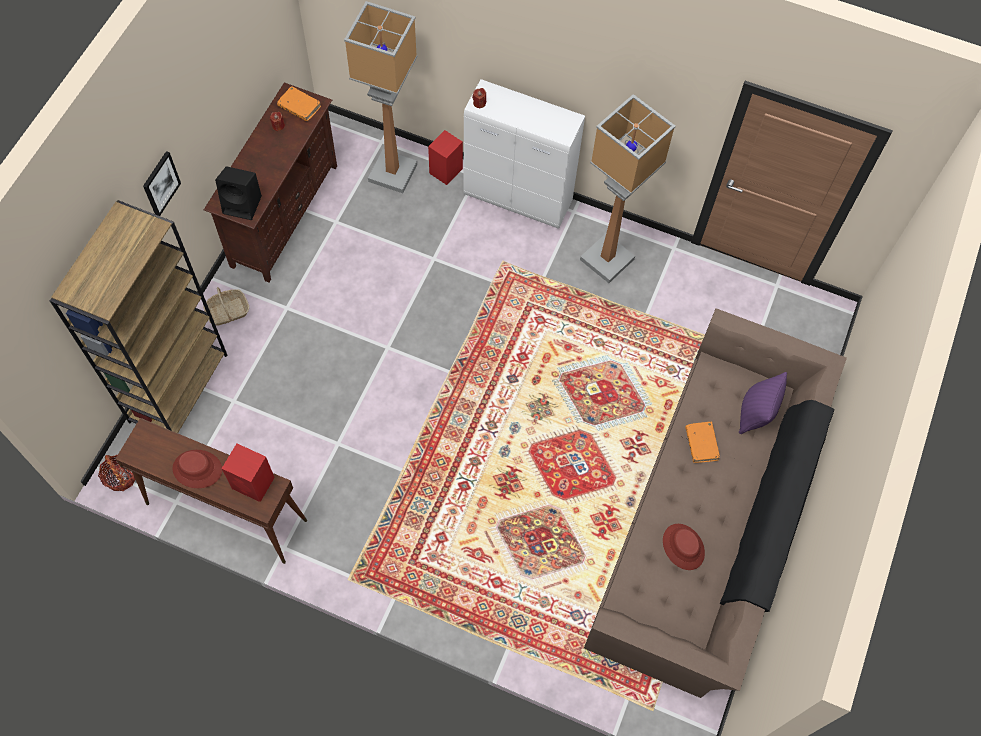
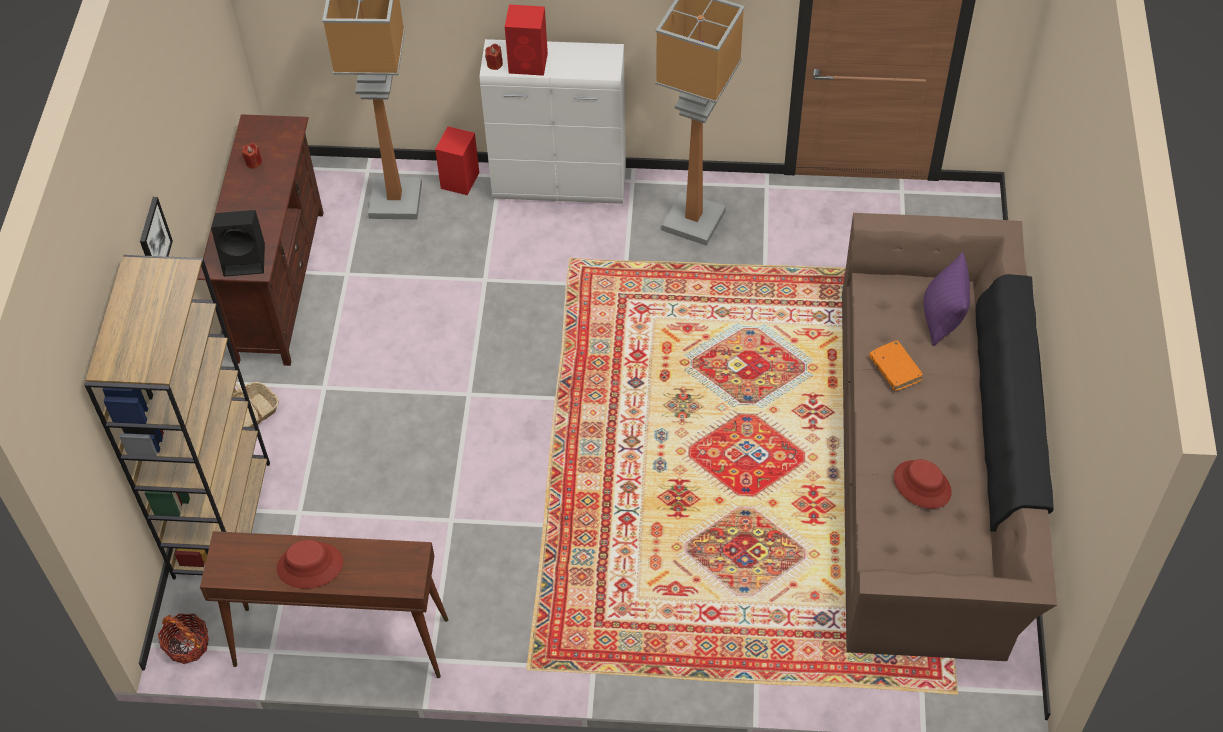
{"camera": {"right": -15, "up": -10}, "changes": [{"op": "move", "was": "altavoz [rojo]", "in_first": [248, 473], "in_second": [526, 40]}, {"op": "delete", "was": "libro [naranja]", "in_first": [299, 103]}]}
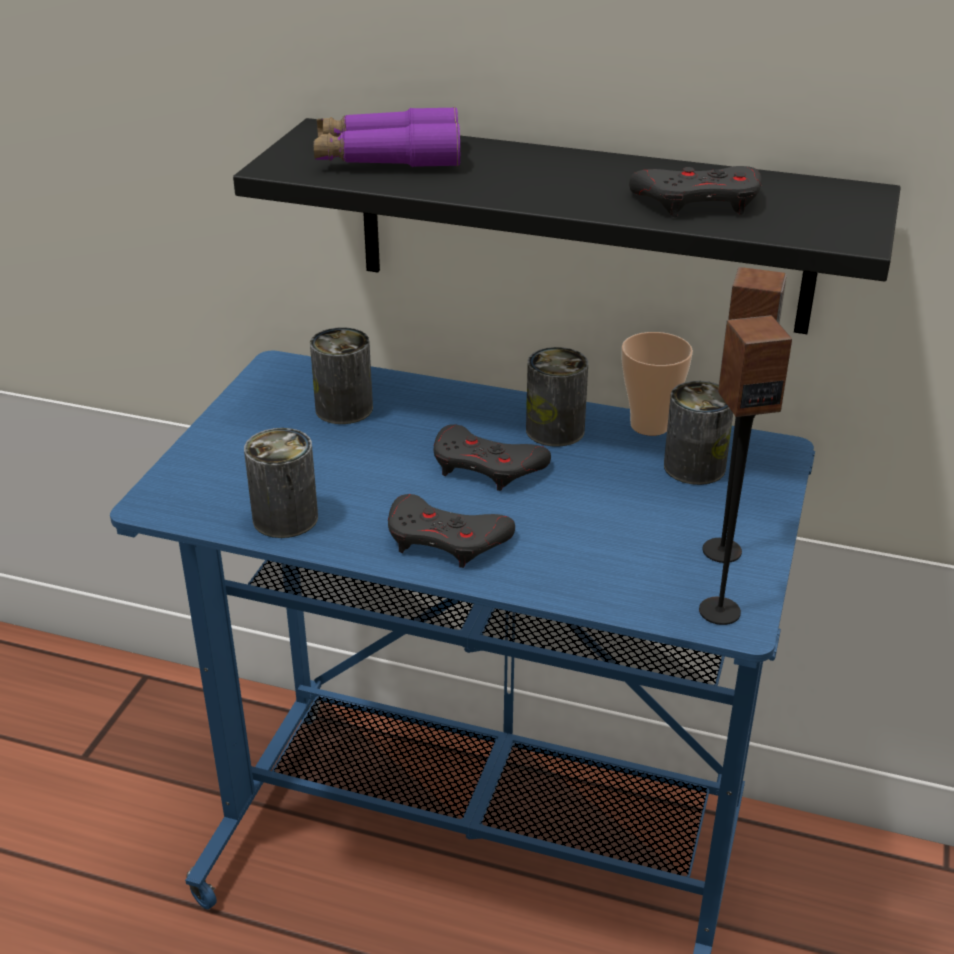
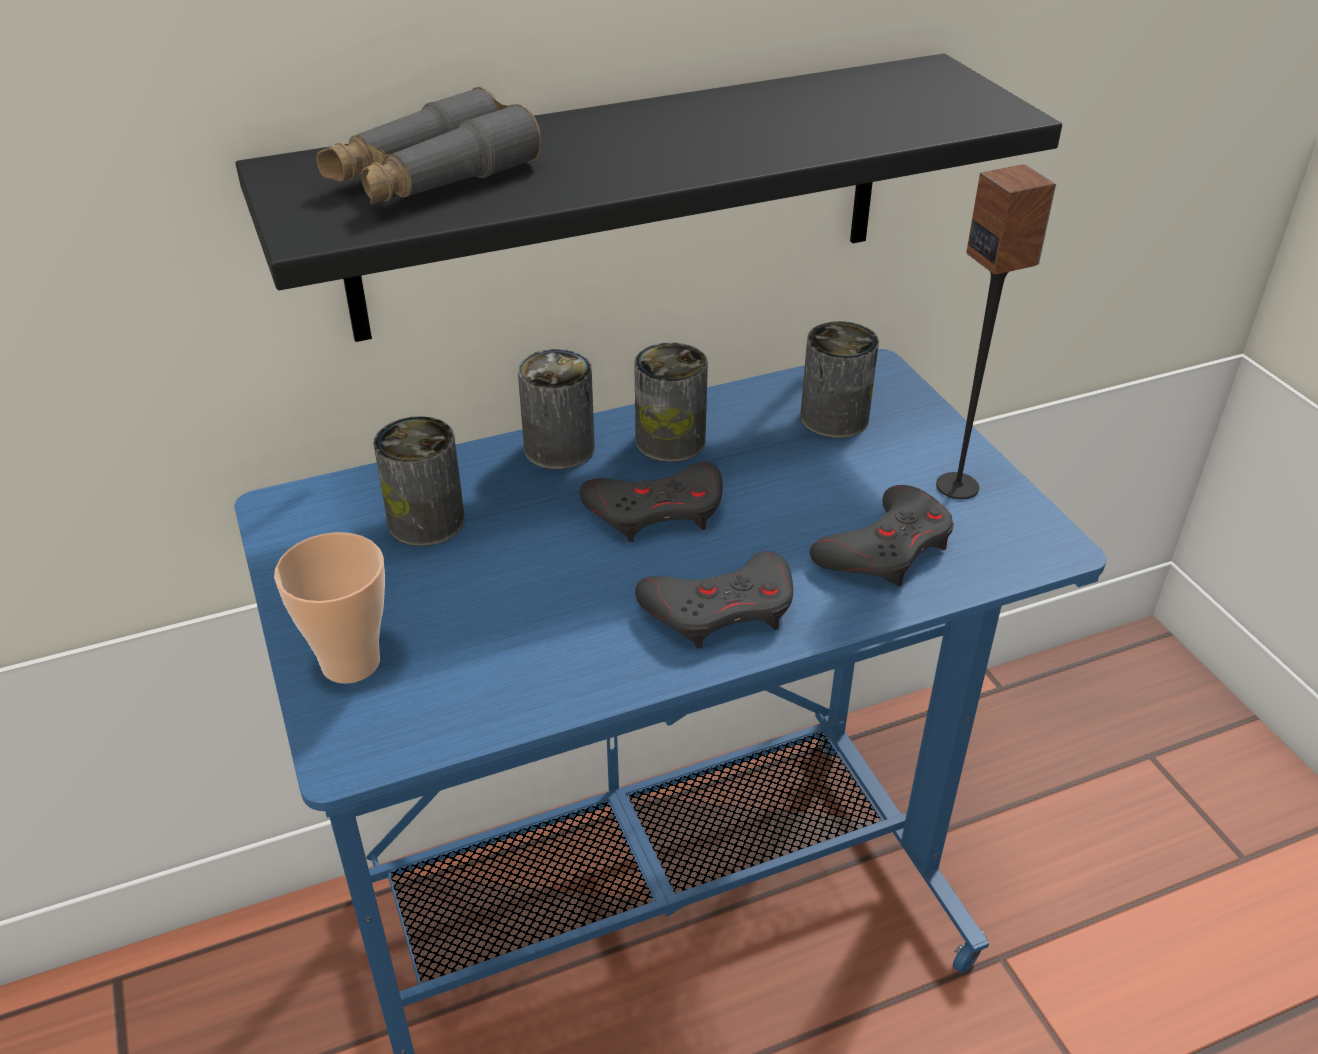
{"camera": {"right": -40, "up": 5}, "changes": [{"op": "move", "was": "lata", "in_first": [281, 483], "in_second": [556, 409]}, {"op": "recolor", "was": "prismáticos [morado]", "now": "prismáticos [gris]", "in_first": [386, 137], "in_second": [429, 146]}, {"op": "move", "was": "taza", "in_first": [657, 384], "in_second": [329, 608]}, {"op": "move", "was": "mando de consola [gris]", "in_first": [695, 191], "in_second": [882, 536]}, {"op": "delete", "was": "altavoz", "in_first": [745, 470]}]}
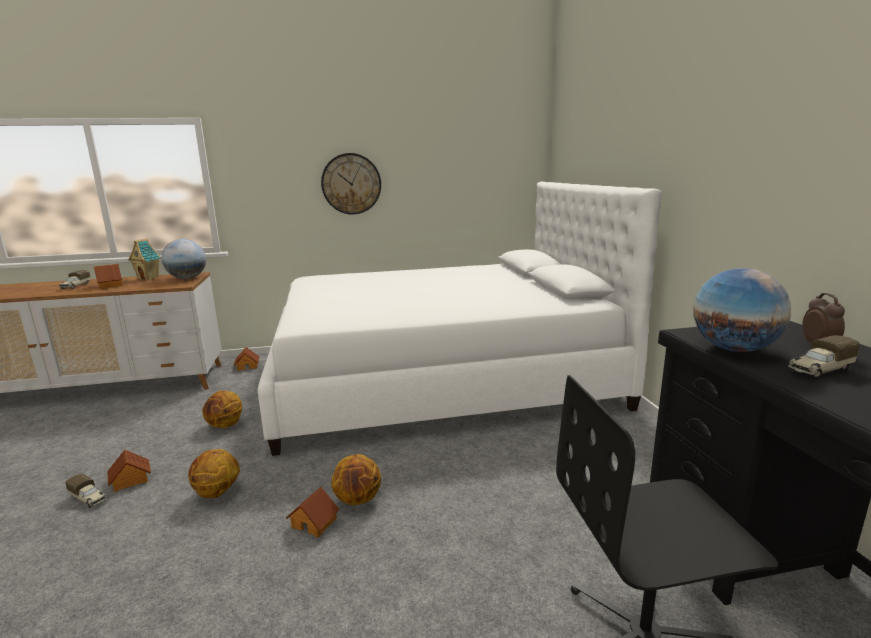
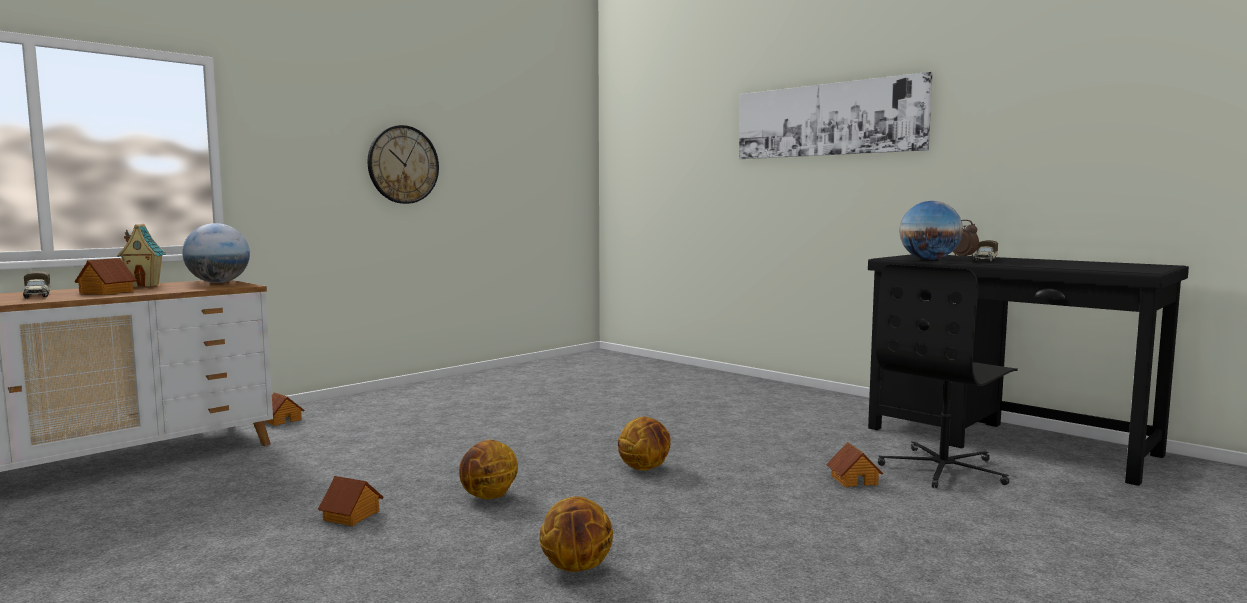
{"camera": {"right": -35, "up": -10}, "changes": [{"op": "delete", "was": "camión de juguete", "in_first": [86, 491]}, {"op": "move", "was": "balón de baloncesto", "in_first": [222, 409], "in_second": [576, 534]}, {"op": "delete", "was": "cama [blanco]", "in_first": [460, 319]}, {"op": "move", "was": "casita", "in_first": [313, 512], "in_second": [854, 464]}, {"op": "insert", "now": "cuadro", "in_second": [836, 115]}]}
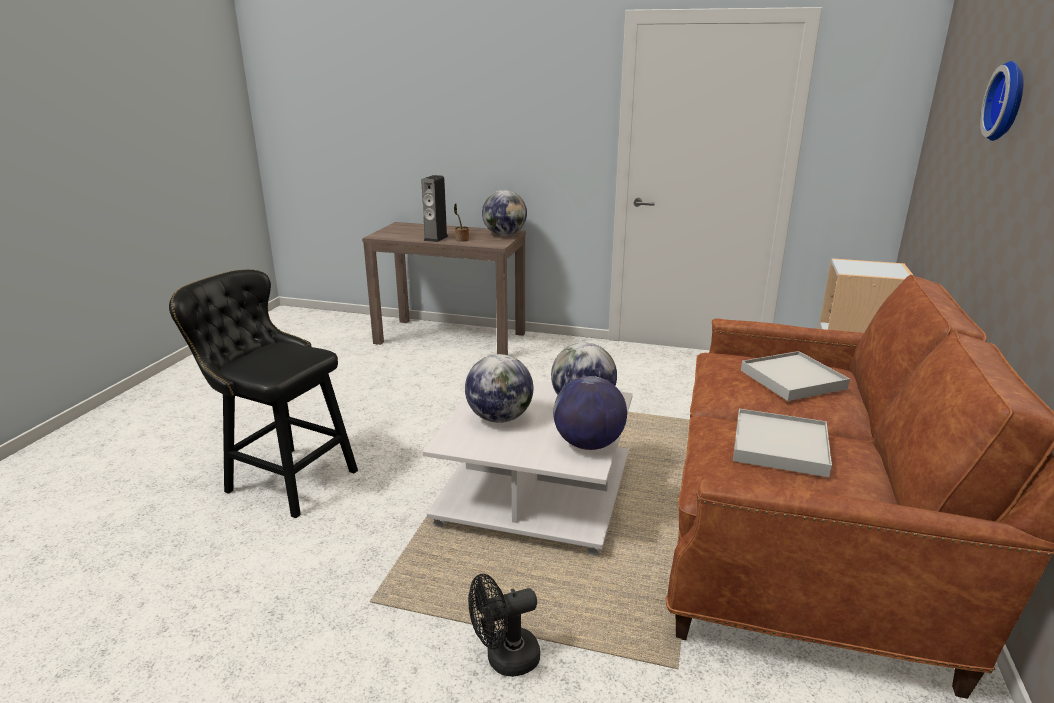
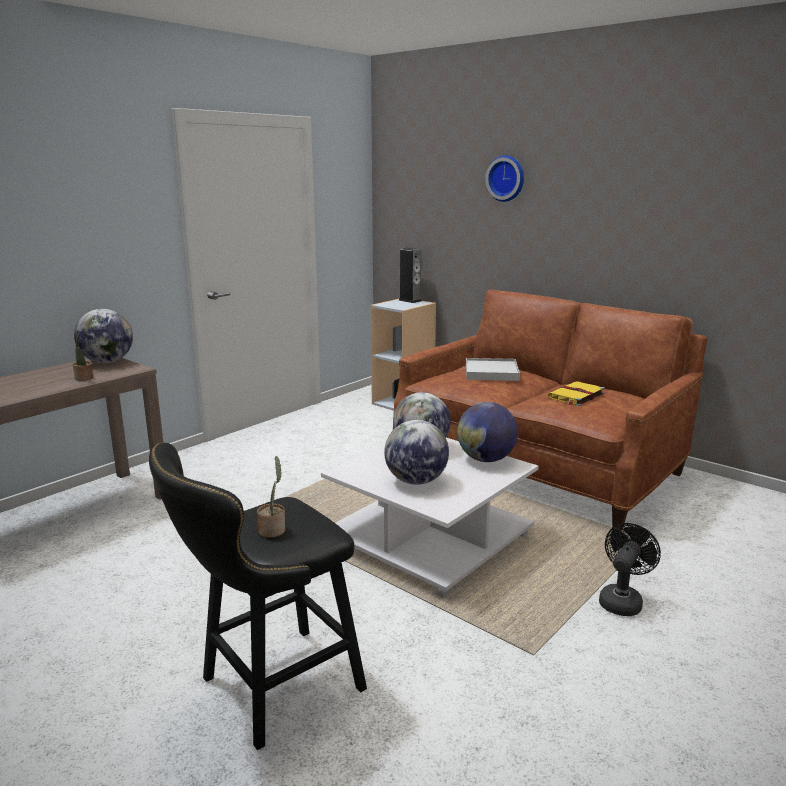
{"camera": {"right": -65, "up": -5}, "changes": [{"op": "move", "was": "altavoz", "in_first": [435, 208], "in_second": [410, 275]}, {"op": "rotate", "was": "ventilador [negro]", "in_first": [504, 625], "in_second": [630, 569], "clockwise": -150}, {"op": "replace", "was": "bandeja [blanco]", "now": "libro [amarillo]", "in_first": [782, 443], "in_second": [576, 393]}, {"op": "insert", "now": "planta en maceta", "in_second": [271, 497]}]}
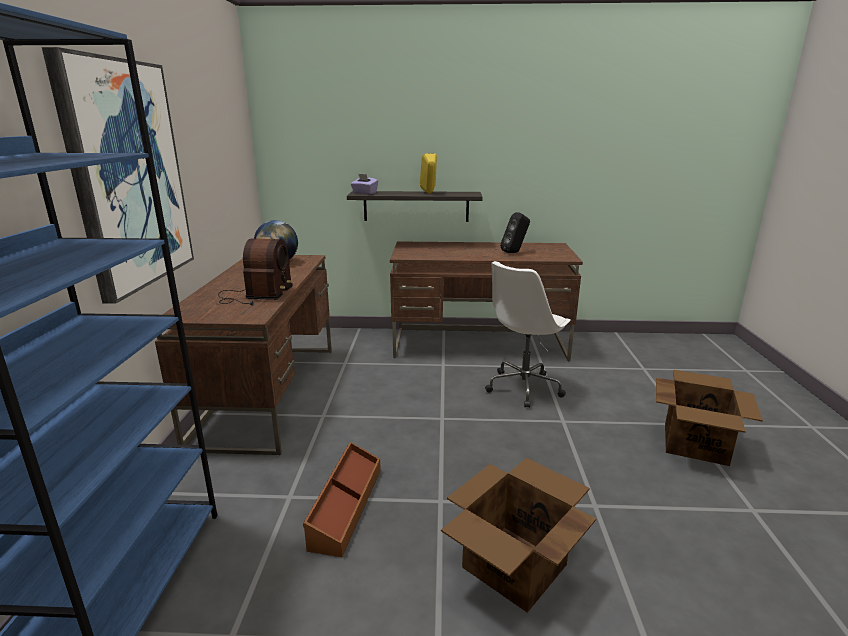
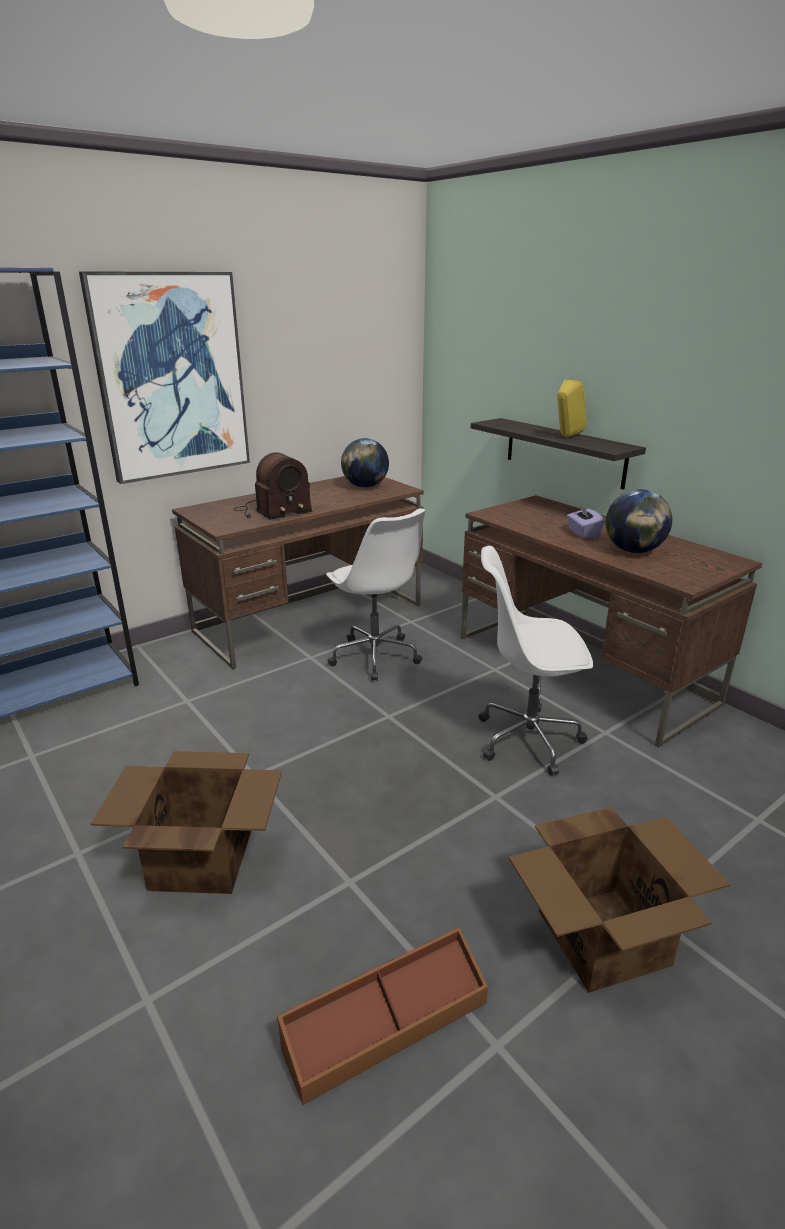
{"camera": {"right": 50, "up": 5}, "changes": [{"op": "move", "was": "caja de almacenaje [marrón]", "in_first": [342, 499], "in_second": [382, 1016]}, {"op": "move", "was": "caja de pañuelos [morado]", "in_first": [364, 184], "in_second": [586, 521]}, {"op": "replace", "was": "altavoz [negro]", "now": "globo terráqueo", "in_first": [515, 232], "in_second": [639, 521]}, {"op": "insert", "now": "silla de oficina [blanco]", "in_second": [375, 594]}]}
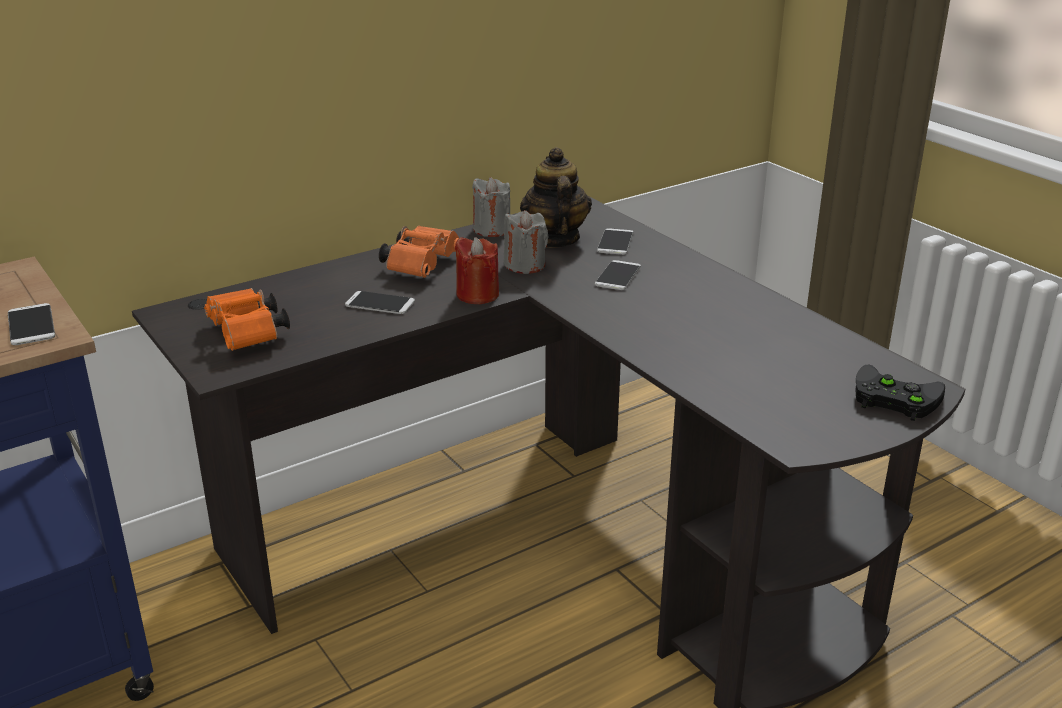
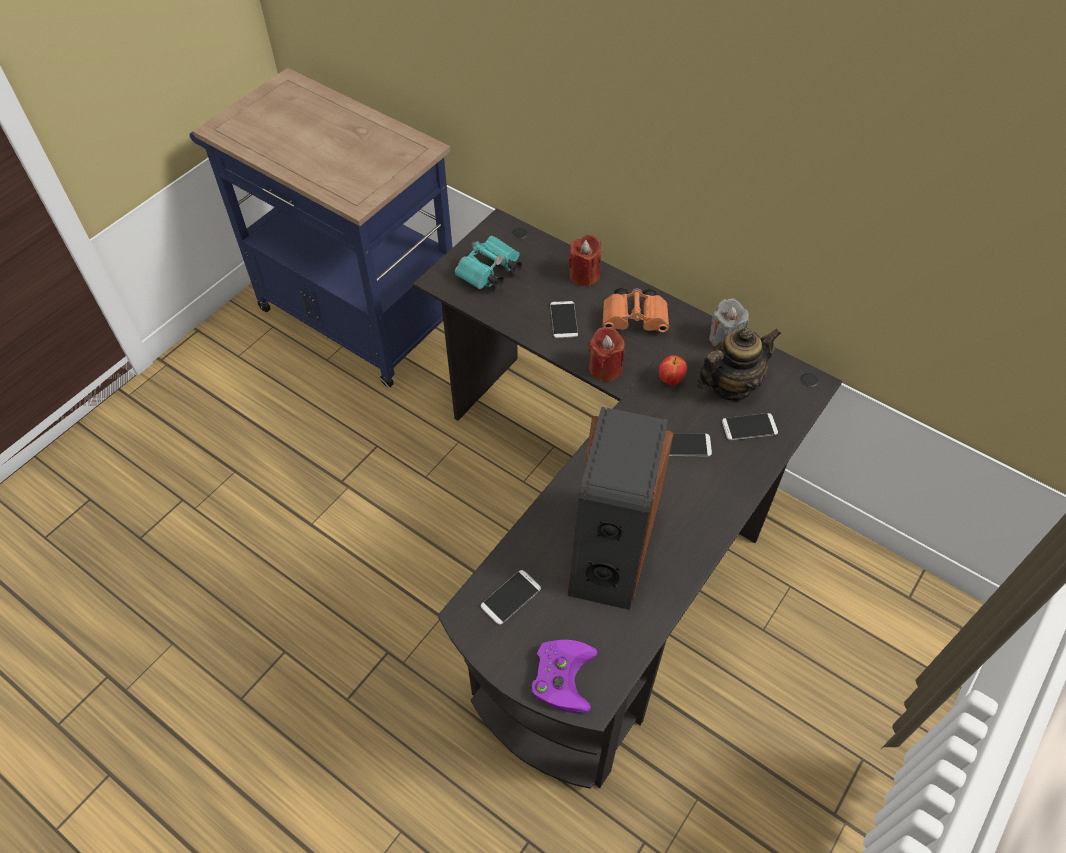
{"camera": {"right": 70, "up": 25}, "changes": [{"op": "move", "was": "móvil", "in_first": [31, 324], "in_second": [511, 597]}, {"op": "recolor", "was": "prismáticos [naranja]", "now": "prismáticos [turquesa]", "in_first": [247, 319], "in_second": [488, 263]}, {"op": "replace", "was": "vela [gris]", "now": "manzana", "in_first": [526, 242], "in_second": [673, 370]}, {"op": "recolor", "was": "mando de consola [negro]", "now": "mando de consola [morado]", "in_first": [900, 393], "in_second": [564, 677]}, {"op": "insert", "now": "altavoz", "in_second": [620, 508]}, {"op": "insert", "now": "vela [rojo]", "in_second": [584, 261]}]}
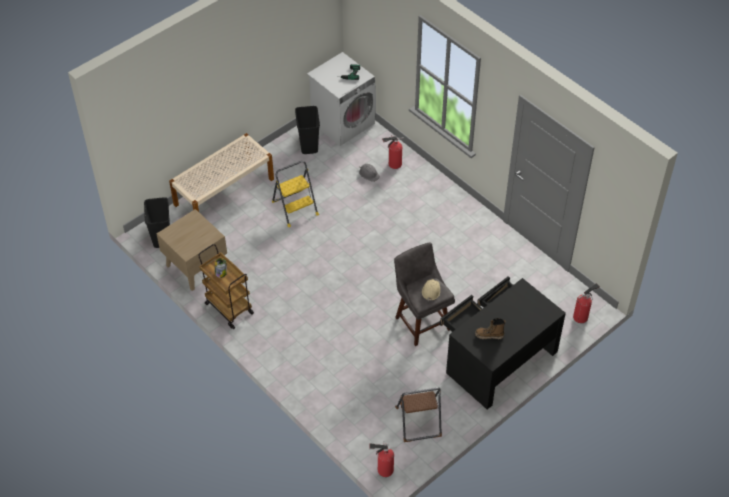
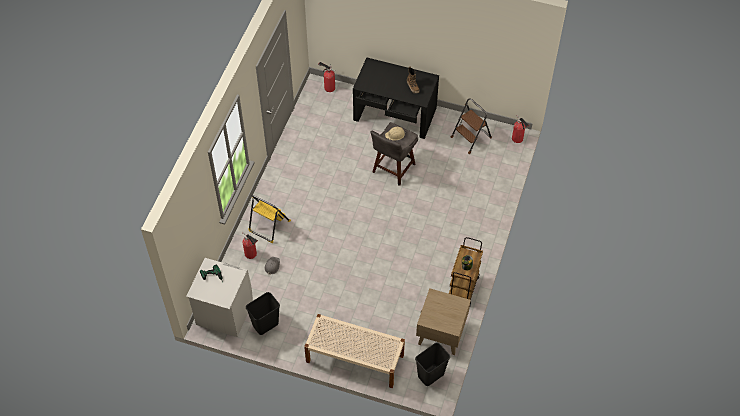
{"camera": {"right": -120, "up": 5}, "changes": [{"op": "move", "was": "escalera de tijera [amarillo]", "in_first": [295, 194], "in_second": [269, 219]}]}
